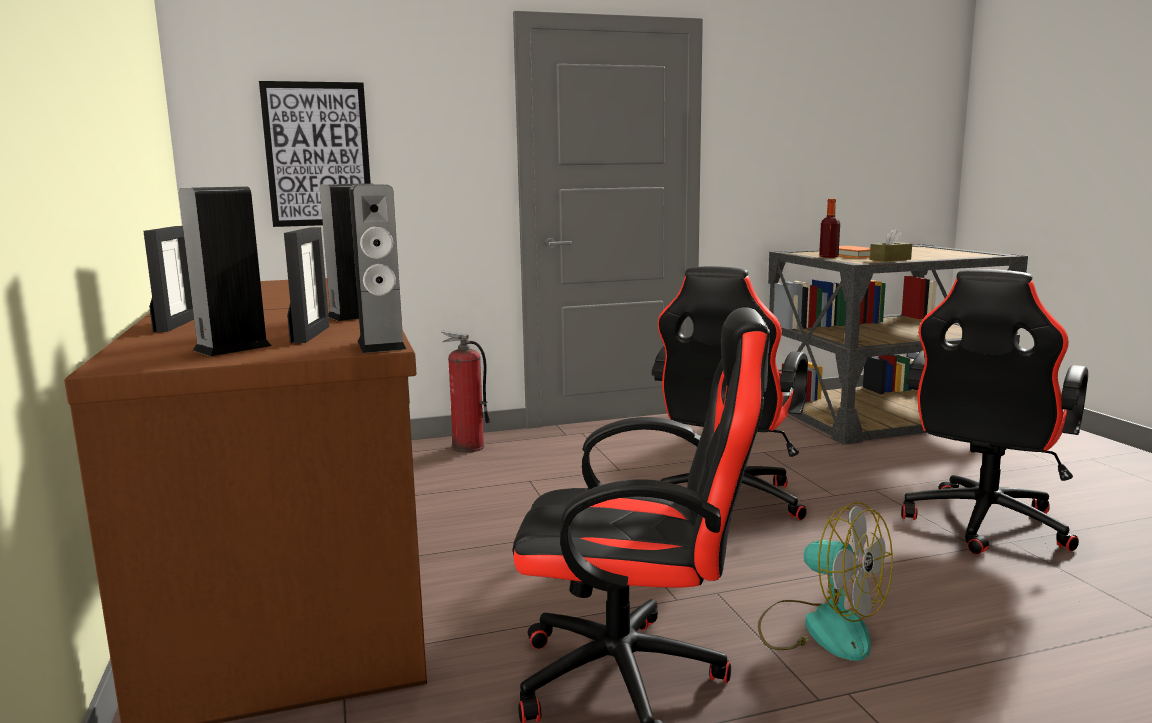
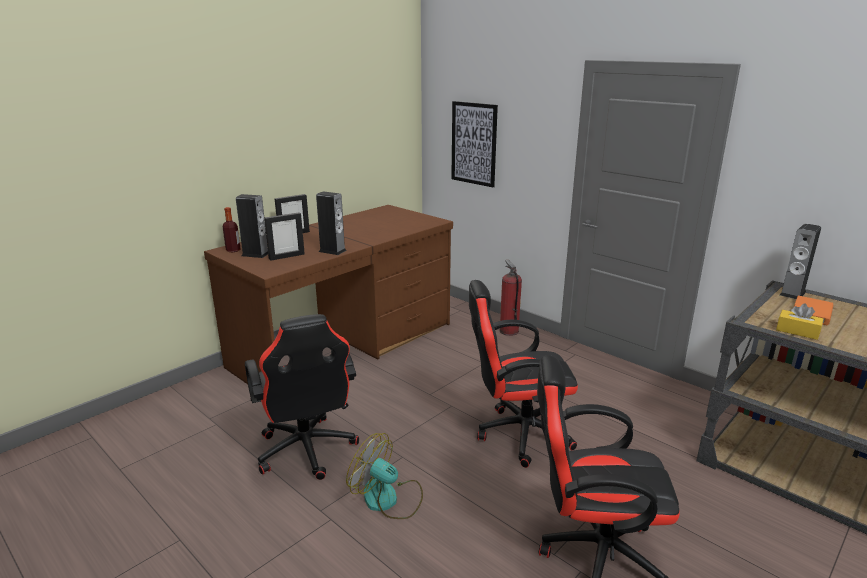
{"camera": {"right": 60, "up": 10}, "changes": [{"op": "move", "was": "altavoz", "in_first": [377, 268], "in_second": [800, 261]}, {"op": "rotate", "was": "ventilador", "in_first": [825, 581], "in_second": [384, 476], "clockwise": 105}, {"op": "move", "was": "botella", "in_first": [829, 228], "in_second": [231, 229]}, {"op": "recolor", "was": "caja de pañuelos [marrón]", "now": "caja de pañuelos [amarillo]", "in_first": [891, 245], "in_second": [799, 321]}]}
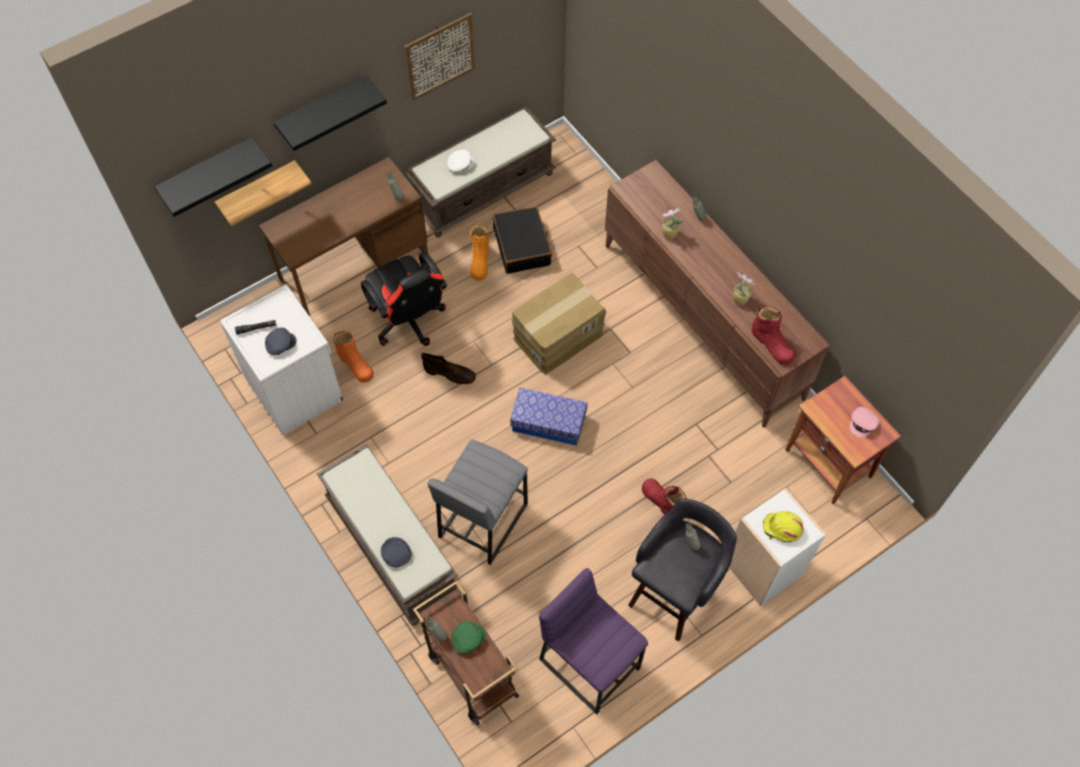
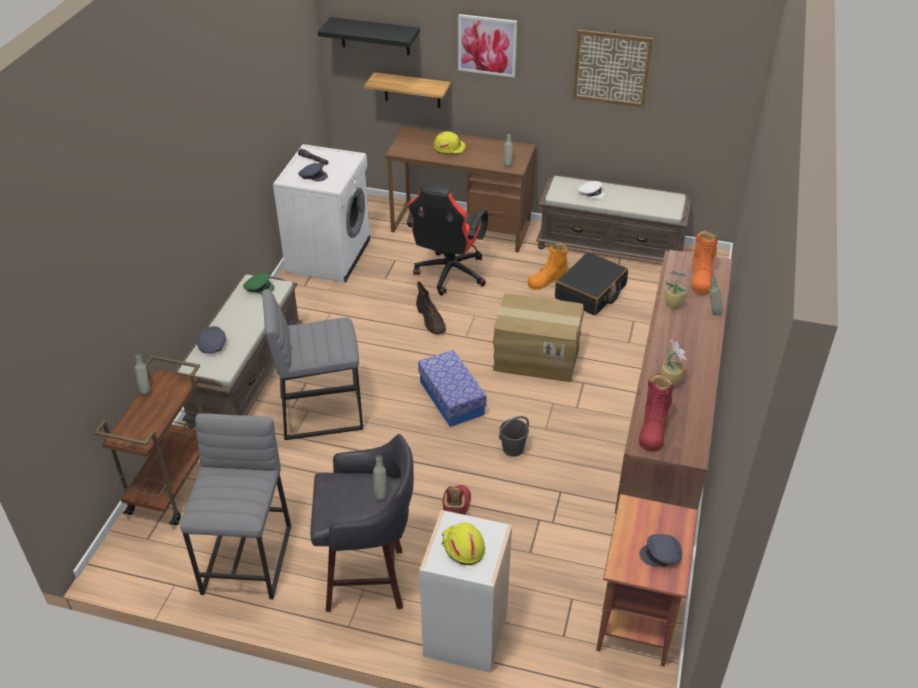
{"camera": {"right": 50, "up": -20}, "changes": [{"op": "replace", "was": "estante [negro]", "now": "cuadro", "in_first": [330, 113], "in_second": [487, 45]}, {"op": "move", "was": "bota [naranja]", "in_first": [353, 356], "in_second": [704, 262]}, {"op": "move", "was": "gorra [verde]", "in_first": [469, 637], "in_second": [259, 284]}, {"op": "recolor", "was": "taburete [morado]", "now": "taburete [gris]", "in_first": [593, 641], "in_second": [235, 506]}, {"op": "recolor", "was": "gorra [rosa]", "now": "gorra [gris]", "in_first": [864, 422], "in_second": [661, 550]}, {"op": "insert", "now": "casco [amarillo]", "in_second": [450, 143]}, {"op": "insert", "now": "cubo [gris]", "in_second": [514, 436]}]}
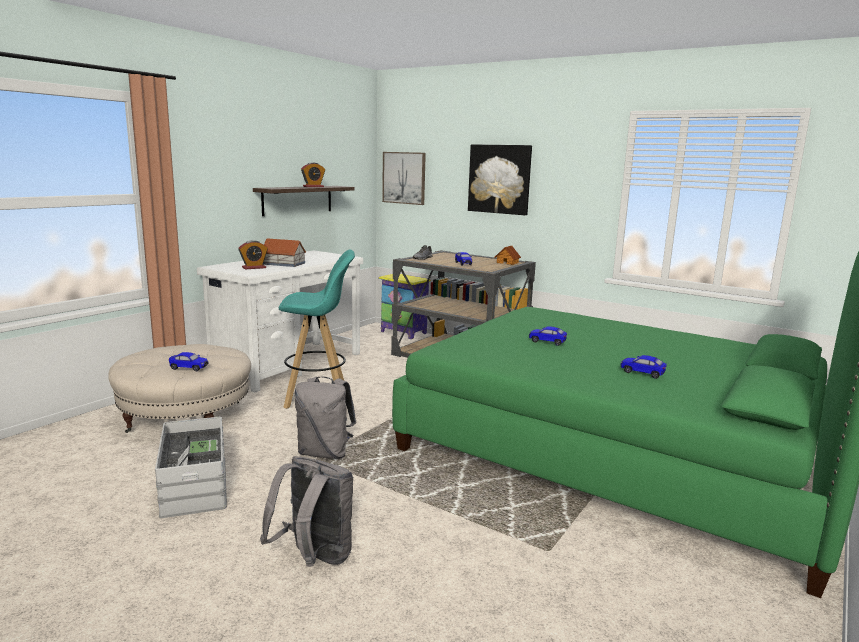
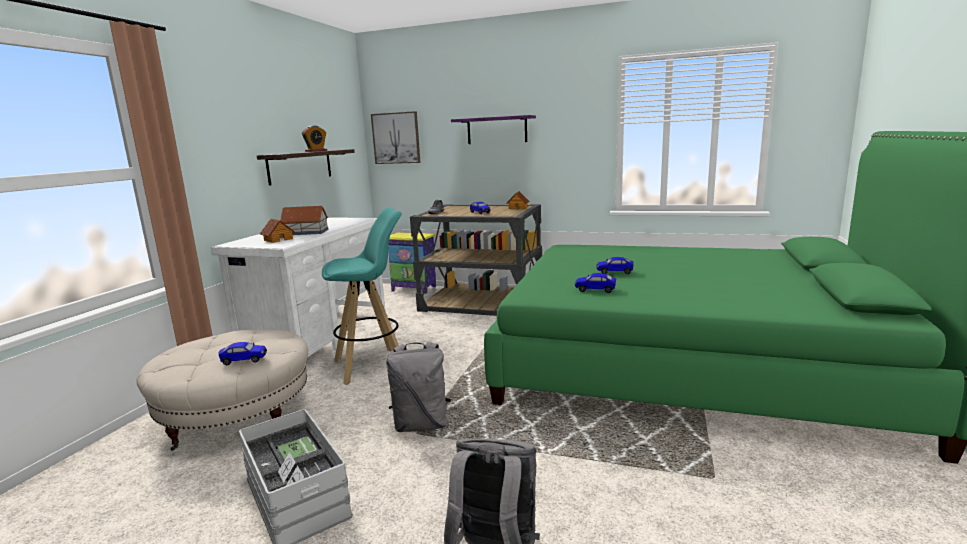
{"camera": {"right": -15, "up": 0}, "changes": [{"op": "replace", "was": "despertador", "now": "casita", "in_first": [253, 254], "in_second": [277, 231]}, {"op": "replace", "was": "cuadro", "now": "estante [morado]", "in_first": [500, 179], "in_second": [493, 129]}, {"op": "move", "was": "coche de juguete", "in_first": [643, 367], "in_second": [595, 283]}]}
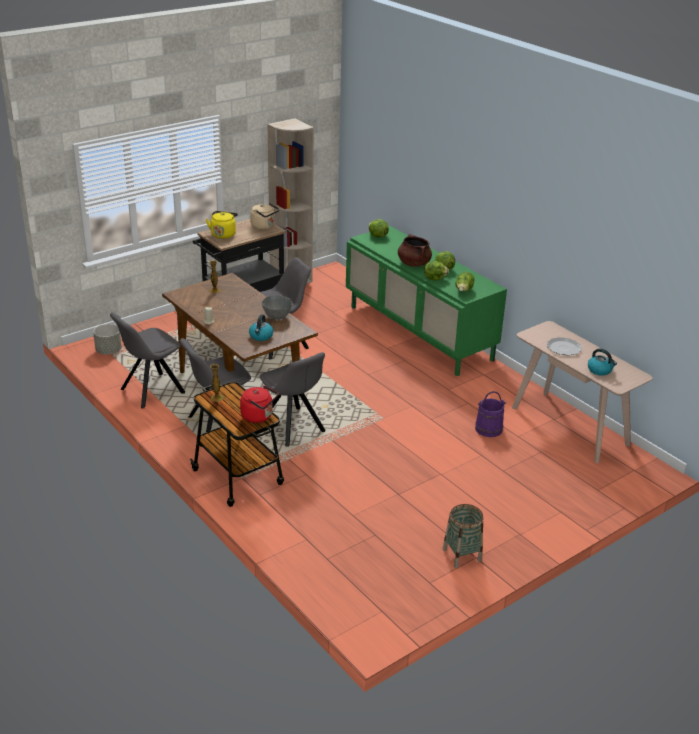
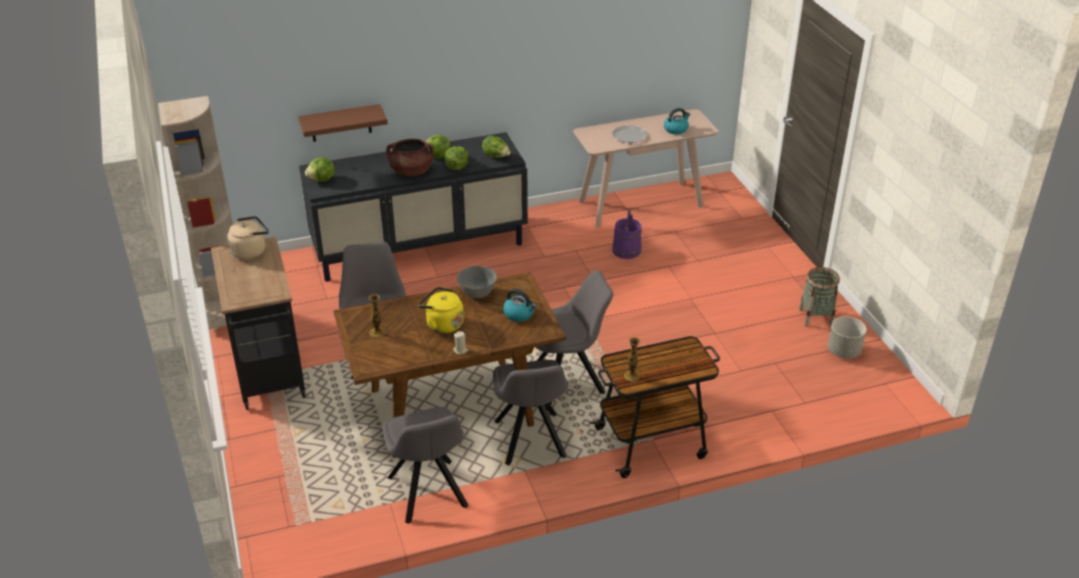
{"camera": {"right": -70, "up": 5}, "changes": [{"op": "move", "was": "maceta [gris]", "in_first": [107, 339], "in_second": [847, 337]}, {"op": "move", "was": "hervidor [amarillo]", "in_first": [222, 225], "in_second": [441, 310]}, {"op": "delete", "was": "hervidor [rojo]", "in_first": [259, 404]}, {"op": "recolor", "was": "armario [verde]", "now": "armario [negro]", "in_first": [426, 301], "in_second": [413, 207]}, {"op": "insert", "now": "estante [marrón]", "in_second": [343, 123]}]}
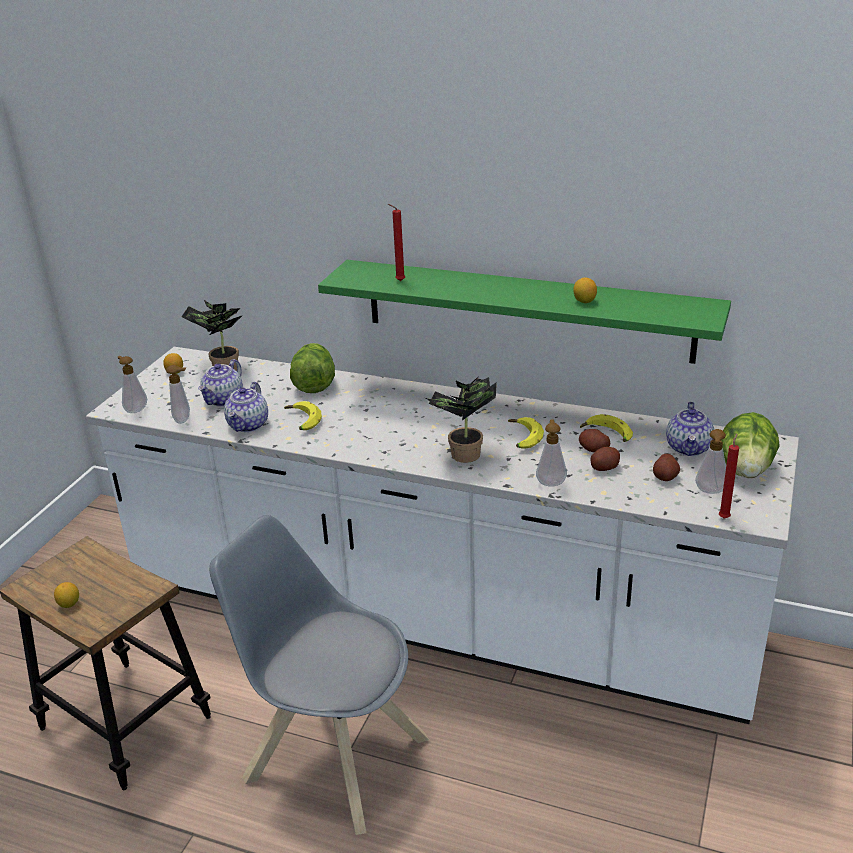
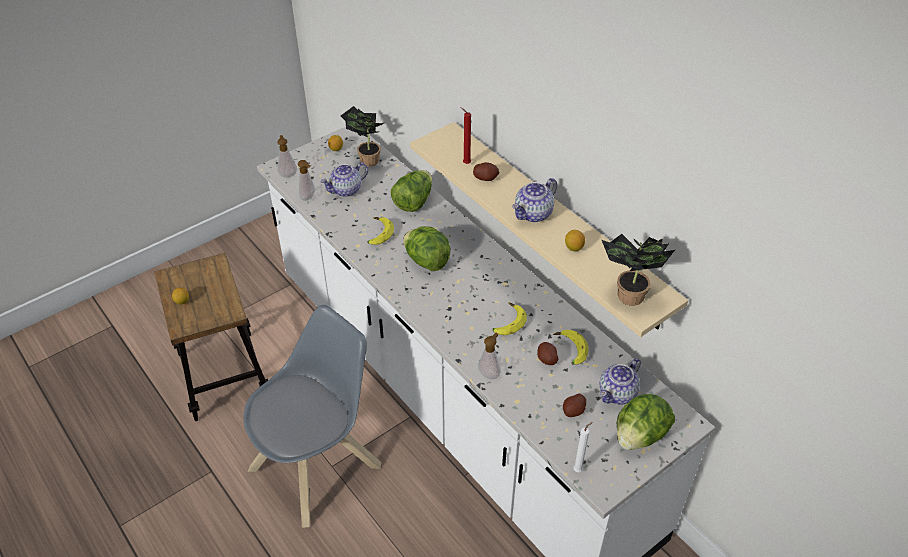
{"camera": {"right": 30, "up": 15}, "changes": [{"op": "rotate", "was": "silla [gris]", "in_first": [319, 675], "in_second": [313, 416], "clockwise": 75}, {"op": "move", "was": "tetera", "in_first": [246, 407], "in_second": [534, 200]}, {"op": "recolor", "was": "estante [verde]", "now": "estante [beis]", "in_first": [524, 312], "in_second": [549, 229]}, {"op": "move", "was": "planta en maceta", "in_first": [460, 420], "in_second": [638, 270]}, {"op": "move", "was": "patata", "in_first": [605, 459], "in_second": [486, 171]}, {"op": "delete", "was": "dispensador de jabón", "in_first": [710, 461]}, {"op": "recolor", "was": "vela [rojo]", "now": "vela [blanco]", "in_first": [729, 476], "in_second": [583, 447]}, {"op": "insert", "now": "lechuga", "in_second": [426, 248]}]}
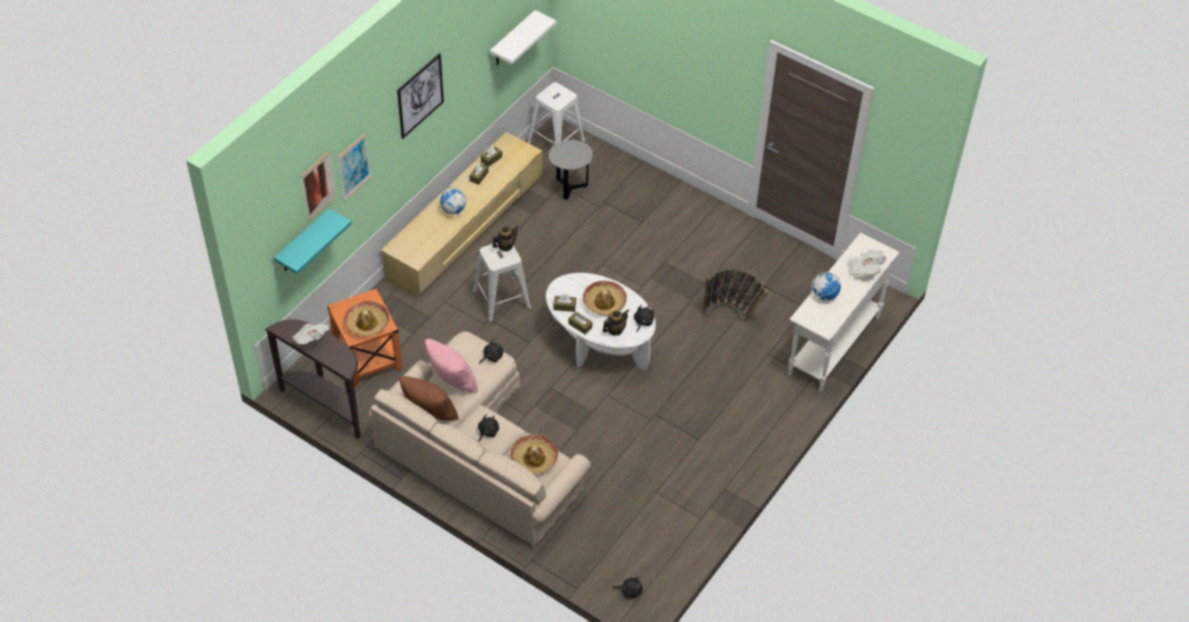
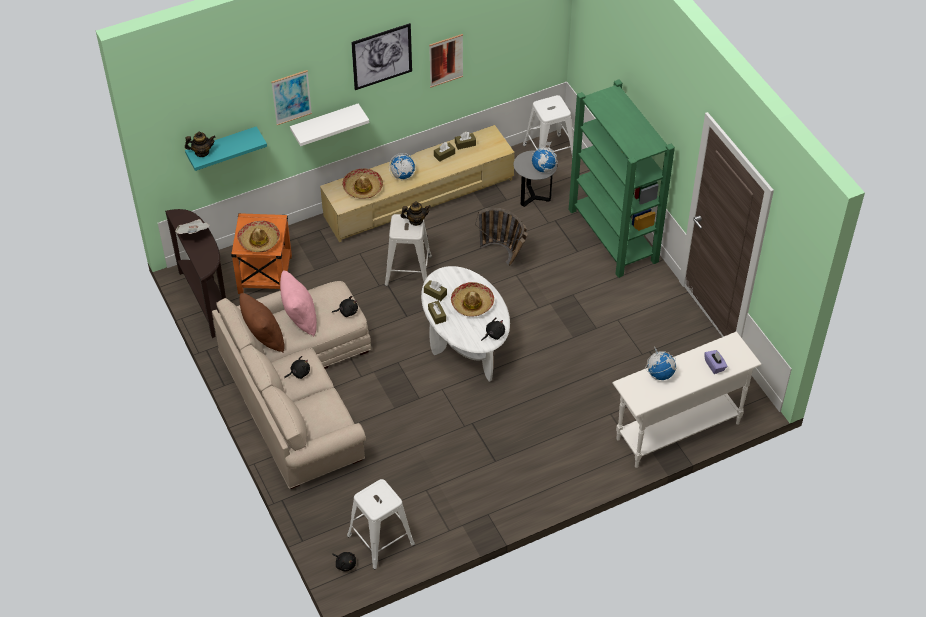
{"camera": {"right": 30, "up": 0}, "changes": [{"op": "move", "was": "cuadro", "in_first": [318, 186], "in_second": [446, 61]}, {"op": "move", "was": "estante [blanco]", "in_first": [523, 37], "in_second": [329, 124]}, {"op": "move", "was": "sombrero", "in_first": [534, 454], "in_second": [362, 183]}, {"op": "move", "was": "tetera", "in_first": [615, 322], "in_second": [200, 144]}, {"op": "move", "was": "cesta", "in_first": [735, 294], "in_second": [501, 236]}, {"op": "replace", "was": "periódico", "now": "caja de pañuelos [morado]", "in_first": [867, 263], "in_second": [716, 362]}, {"op": "insert", "now": "taburete [blanco]", "in_second": [381, 524]}, {"op": "insert", "now": "globo terráqueo", "in_second": [545, 157]}, {"op": "insert", "now": "estantería [verde]", "in_second": [622, 178]}]}
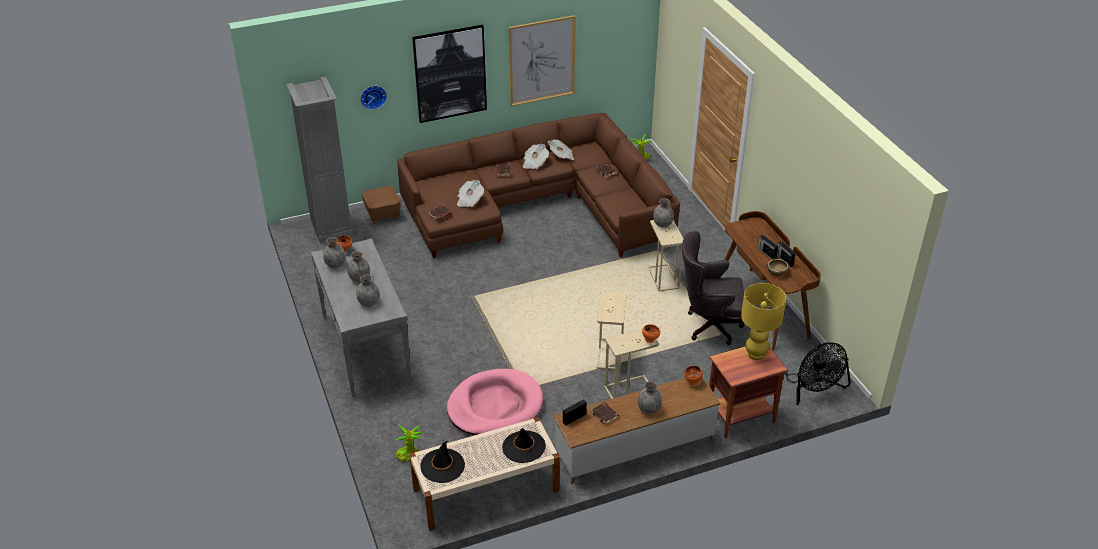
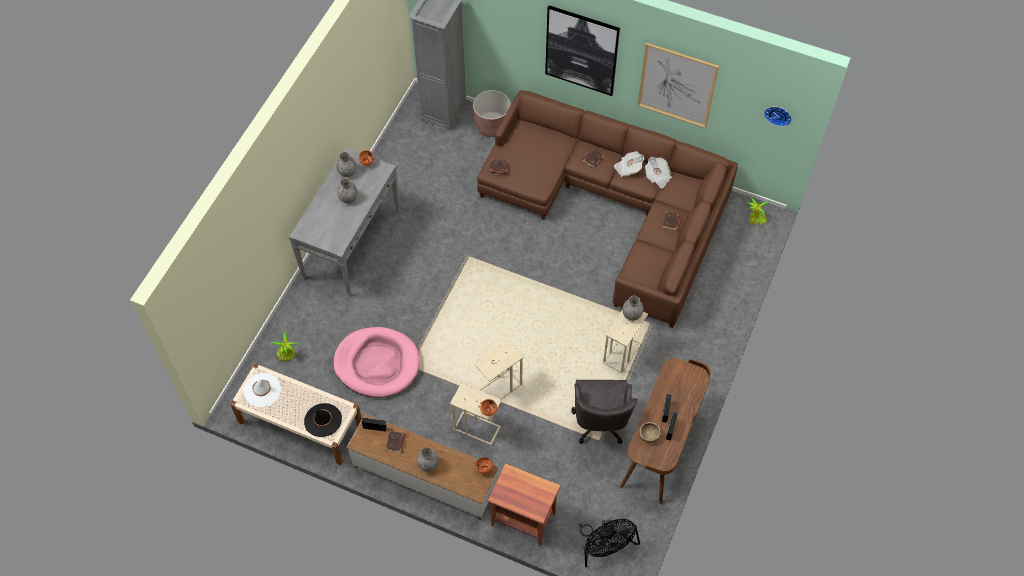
{"camera": {"right": 45, "up": 20}, "changes": [{"op": "delete", "was": "florero [gris]", "in_first": [367, 291]}, {"op": "move", "was": "reloj de pared", "in_first": [373, 98], "in_second": [778, 116]}, {"op": "replace", "was": "puf [marrón]", "now": "maceta [marrón]", "in_first": [381, 205], "in_second": [491, 113]}, {"op": "recolor", "was": "sombrero [negro]", "now": "sombrero [blanco]", "in_first": [442, 462], "in_second": [262, 390]}, {"op": "delete", "was": "periódico", "in_first": [470, 193]}, {"op": "rotate", "was": "silla de oficina [gris]", "in_first": [713, 288], "in_second": [604, 412], "clockwise": -135}, {"op": "delete", "was": "lámpara de mesa [amarillo]", "in_first": [763, 321]}, {"op": "rotate", "was": "ventilador [negro]", "in_first": [817, 373], "in_second": [609, 543], "clockwise": -45}]}
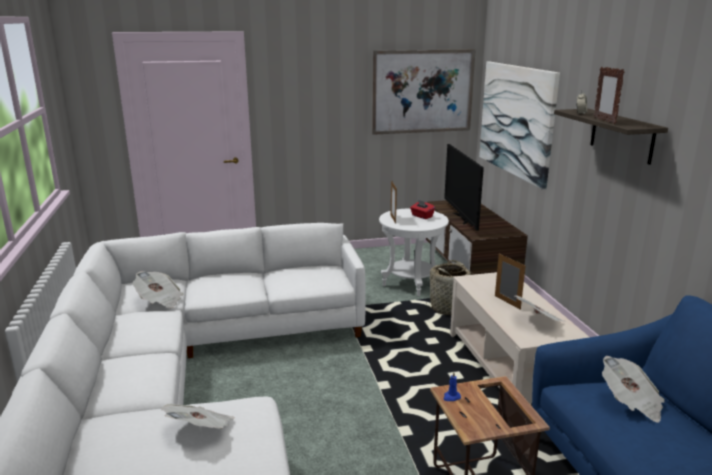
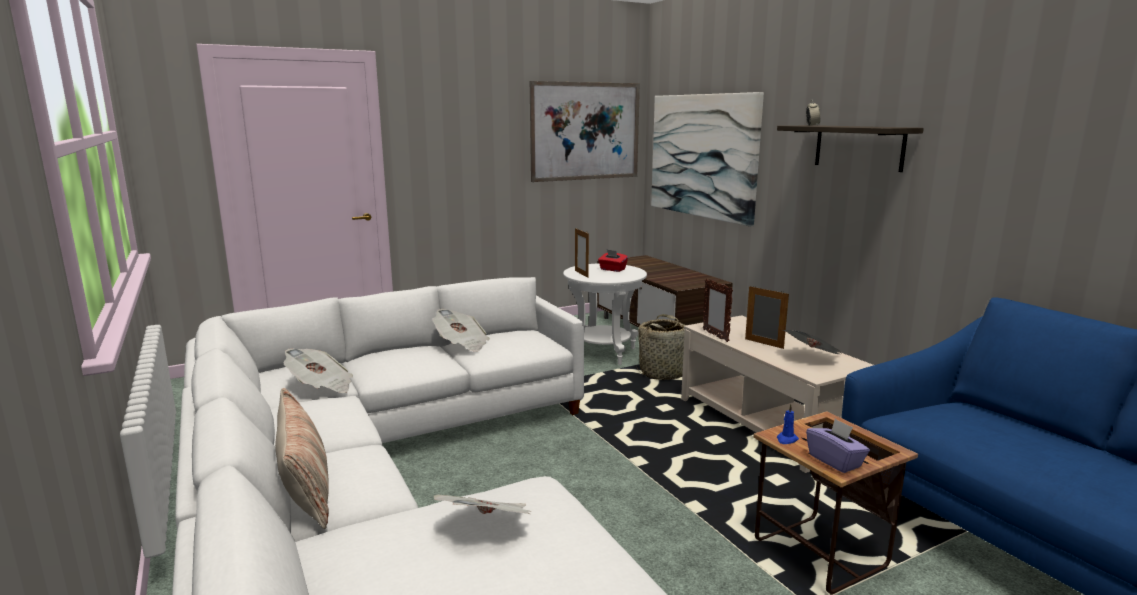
{"camera": {"right": -15, "up": -5}, "changes": [{"op": "delete", "was": "televisor", "in_first": [464, 187]}, {"op": "move", "was": "portarretratos", "in_first": [609, 95], "in_second": [718, 310]}, {"op": "move", "was": "periódico", "in_first": [633, 389], "in_second": [461, 330]}, {"op": "insert", "now": "cojín", "in_second": [302, 458]}, {"op": "insert", "now": "caja de pañuelos [morado]", "in_second": [838, 445]}]}
